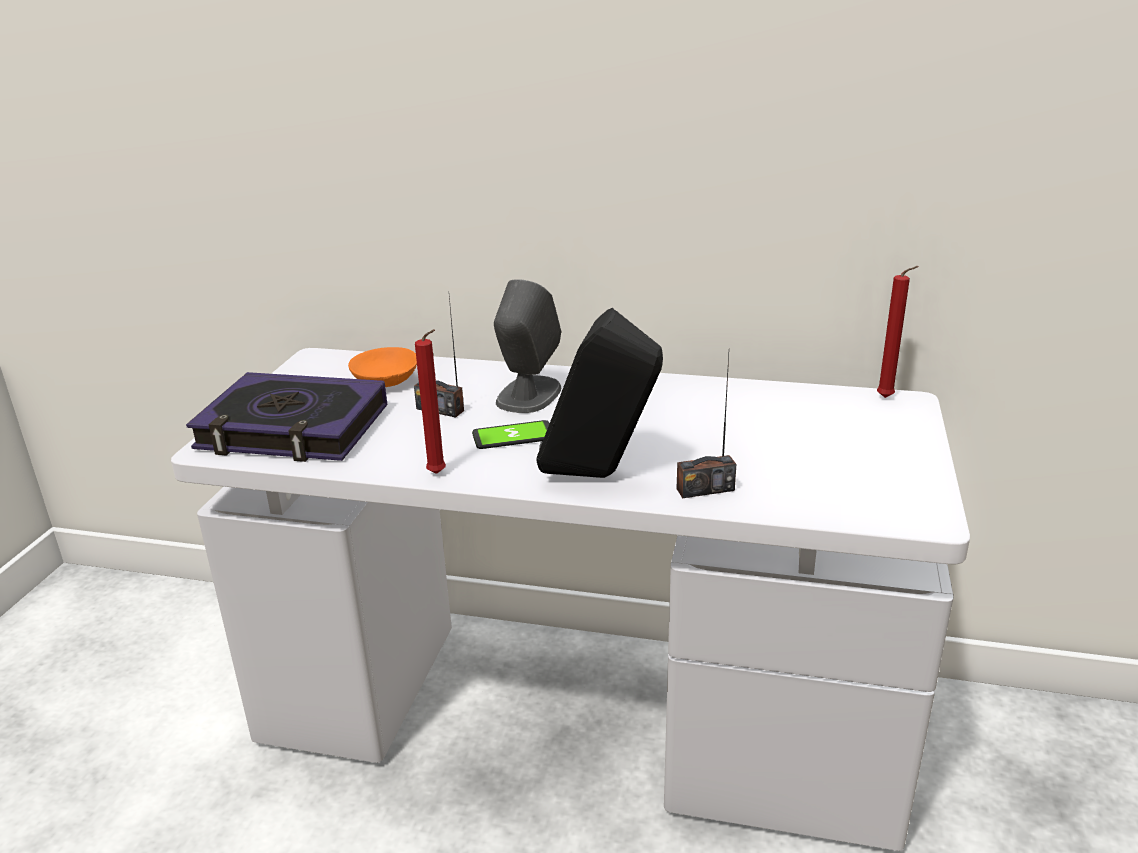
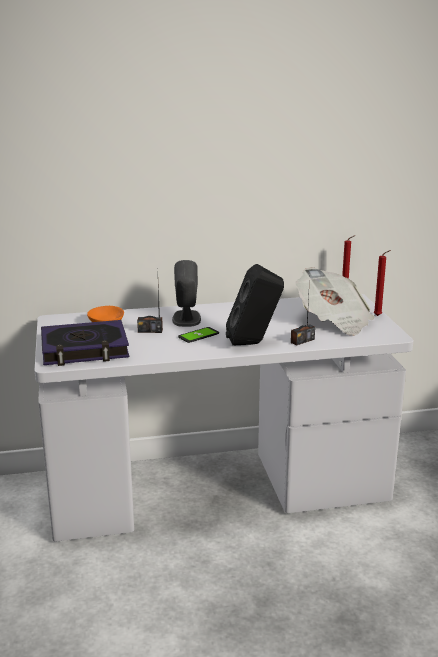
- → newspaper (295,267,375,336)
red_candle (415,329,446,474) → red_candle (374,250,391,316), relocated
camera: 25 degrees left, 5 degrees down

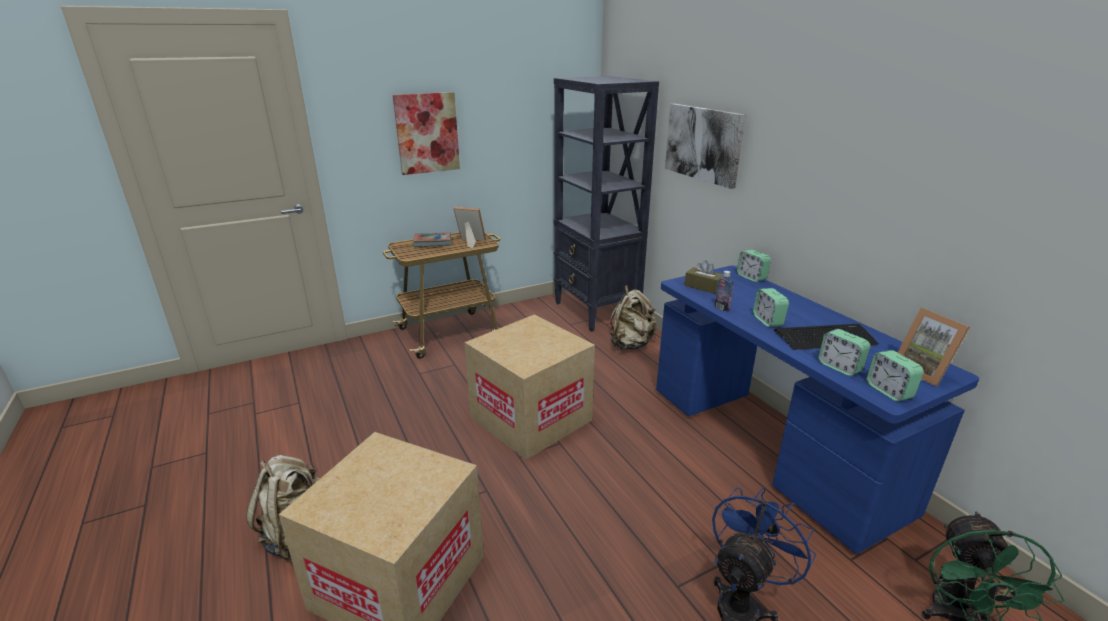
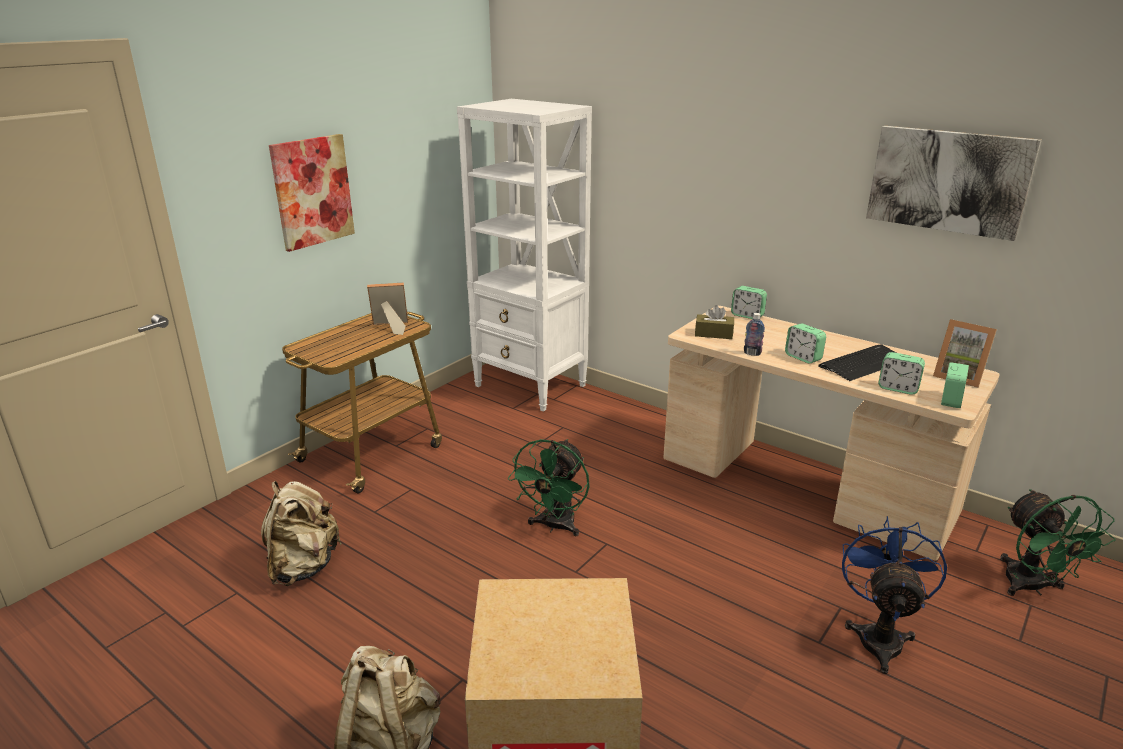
beige_backpack (610,285,657,350) → beige_backpack (261,481,342,586), relocated
black_bookcase (554,76,659,332) → white_bookcase (457,99,592,412)
cardboard_box (465,315,595,460) → green_fan (508,439,590,536)
blue_desk (656,266,979,554) → beige_desk (663,306,1000,560)
picture (665,104,746,189) → picture (866,126,1042,241), relocated
alarm_clock (866,350,924,402) → alarm_clock (941,362,969,408), 105 degrees counterclockwise
book (413,232,451,247) → -
camera: 25 degrees left, 0 degrees up

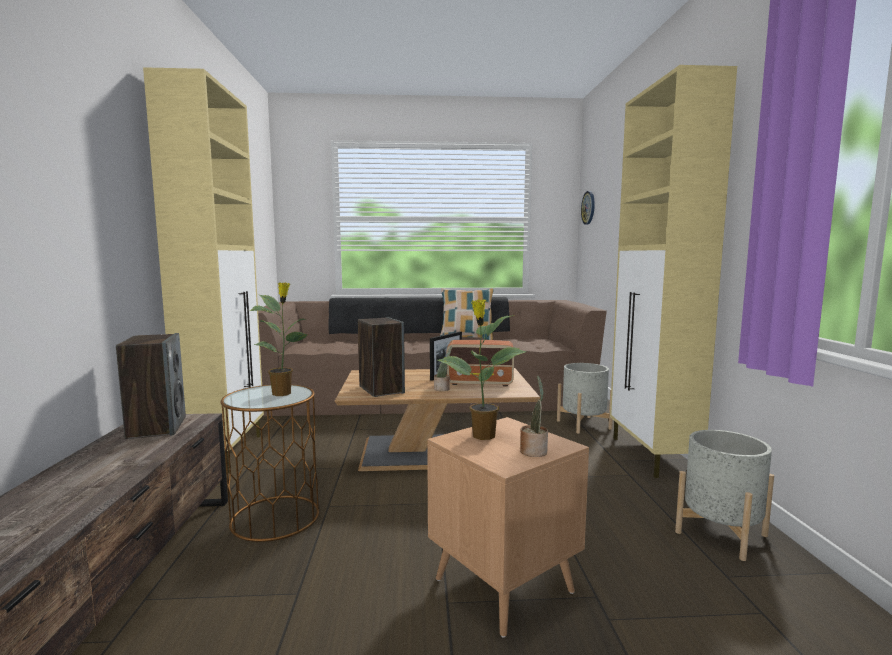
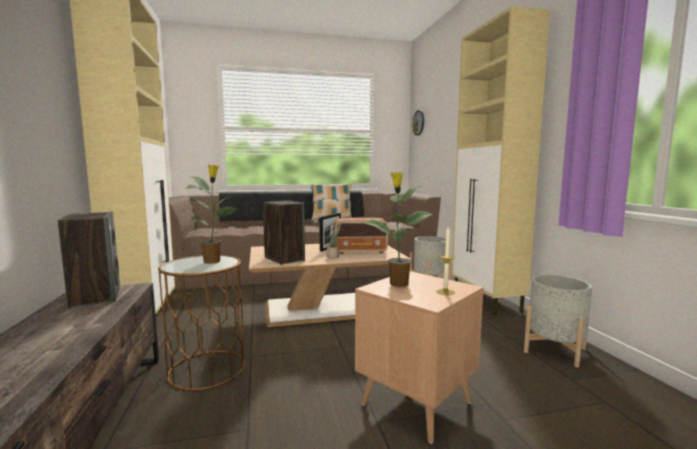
potted_plant (520,375,548,457) → candle (436,227,455,295)
camera: 10 degrees left, 0 degrees up

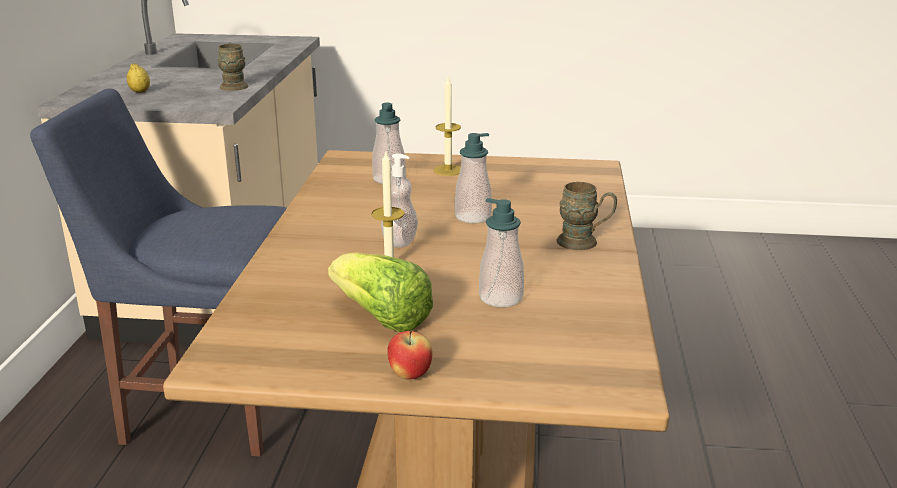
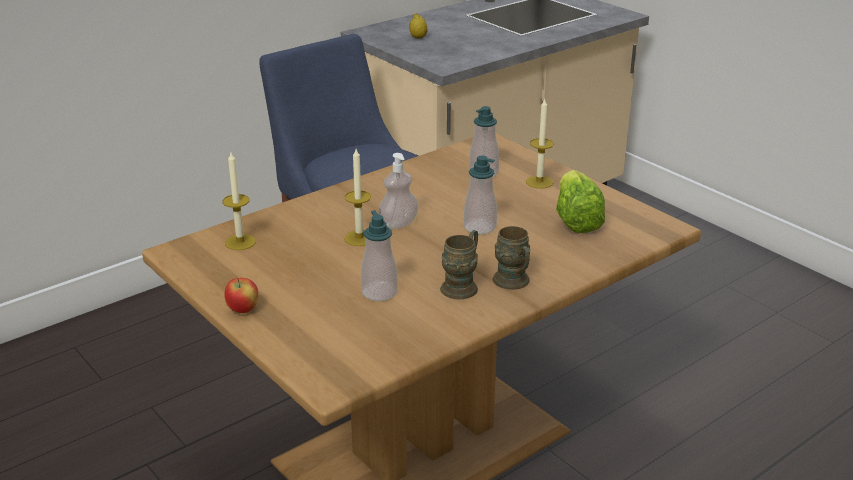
- → candle (223,152,256,250)
brown_mug (217,42,249,91) → brown_mug (440,230,478,299), relocated
lettuce (328,252,433,332) → lettuce (556,170,605,233), relocated
camera: 45 degrees right, 5 degrees up

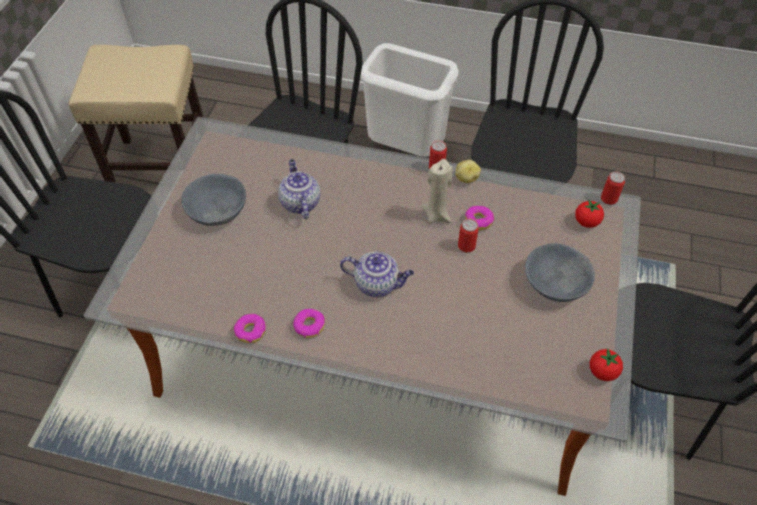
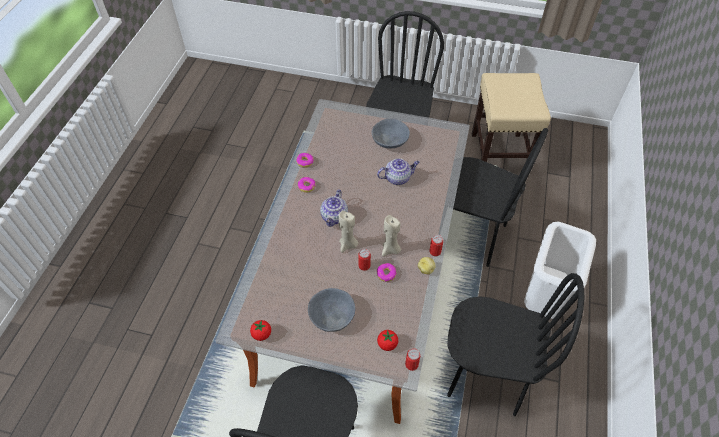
- → beige_candle (339,211,358,253)
camera: 90 degrees right, 0 degrees up

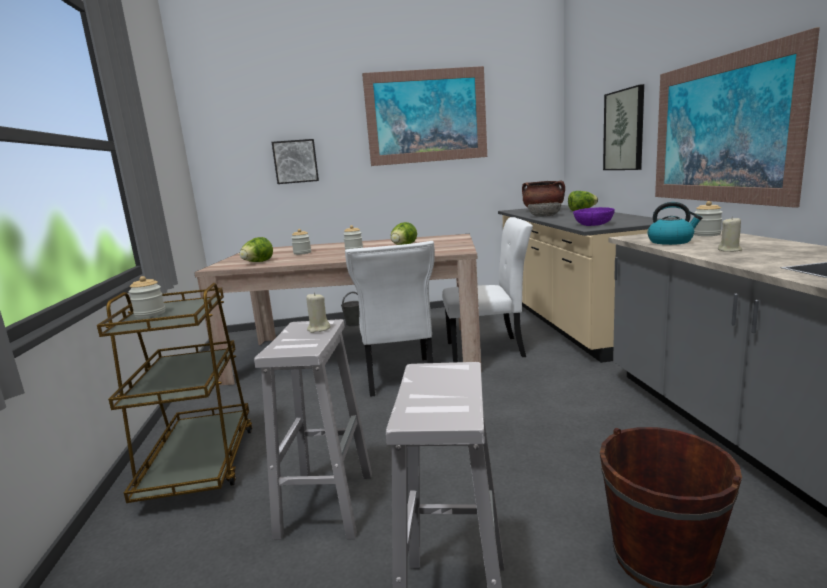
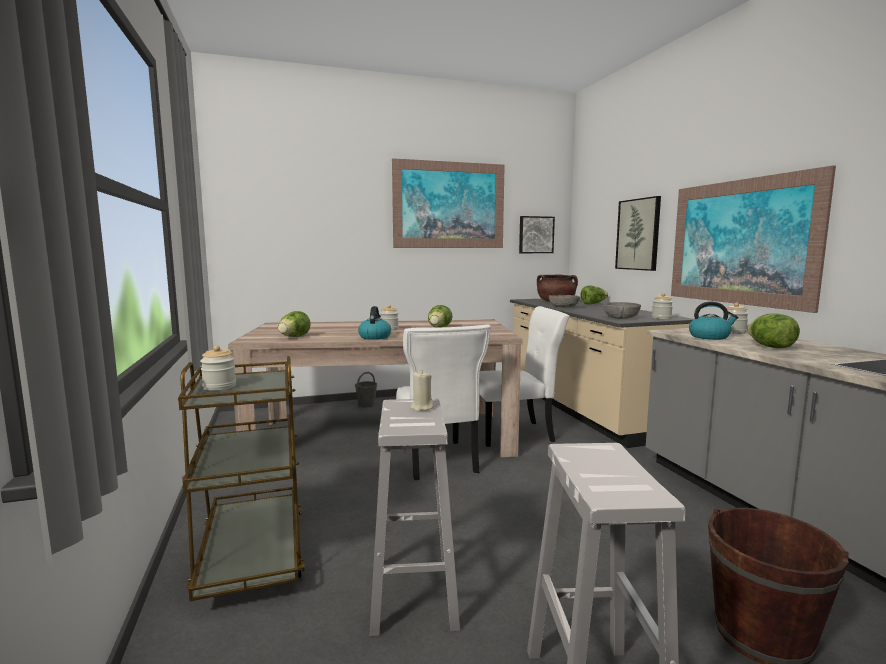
- → kettle (358,306,391,340)
picture (272,139,319,184) → picture (519,216,555,253), relocated
purple_bowl (573,207,615,226) → grey_bowl (603,302,641,319)
jar (291,229,311,255) → jar (652,293,673,319), relocated
beige_candle (718,217,742,252) → lettuce (747,313,800,348)
camera: 10 degrees left, 5 degrees down

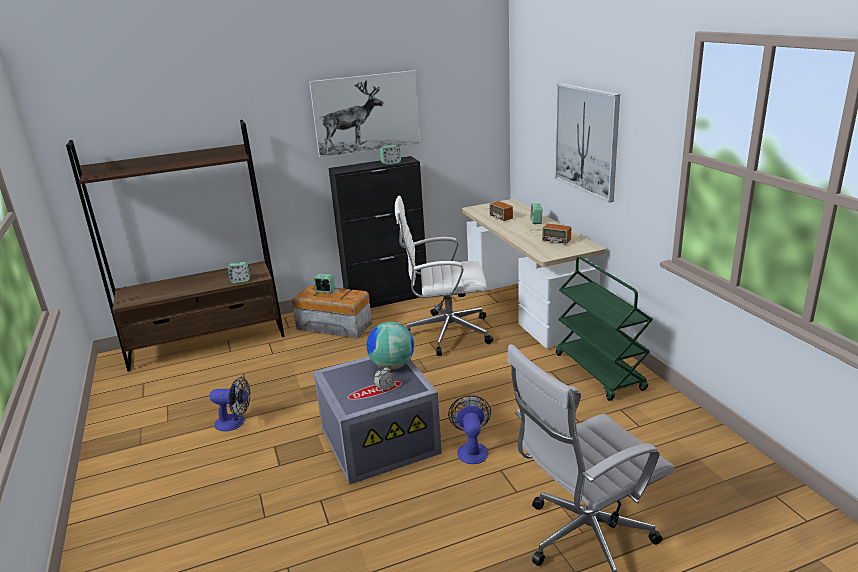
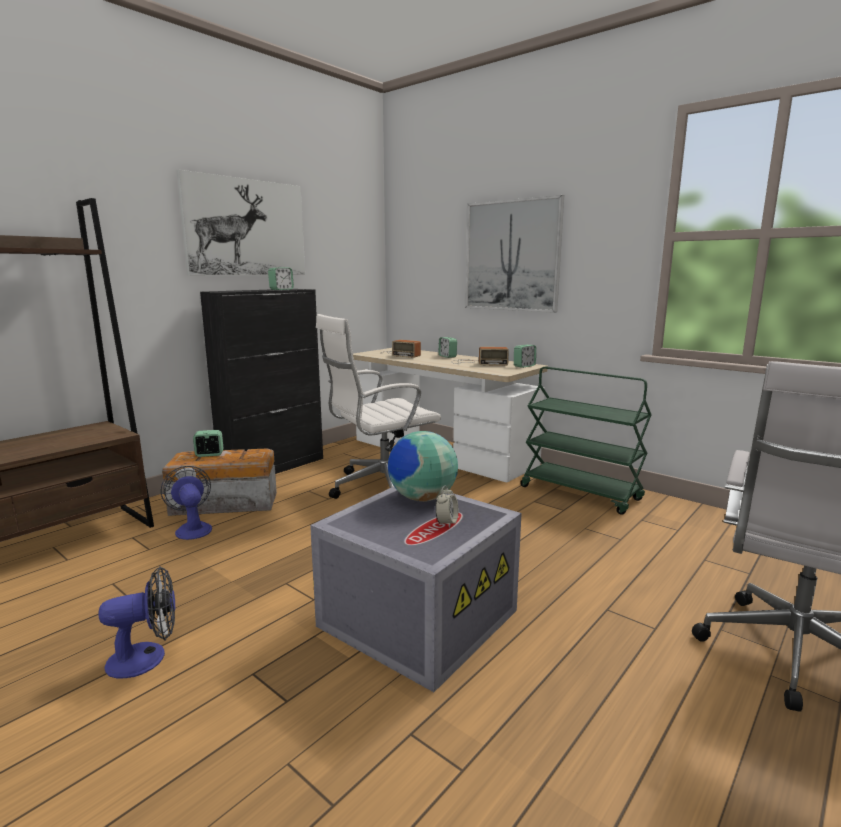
fan (448,395,491,464) → fan (160,466,212,540), relocated
alarm_clock (227,262,250,283) → alarm_clock (514,345,536,368), relocated
camera: 30 degrees left, 10 degrees down

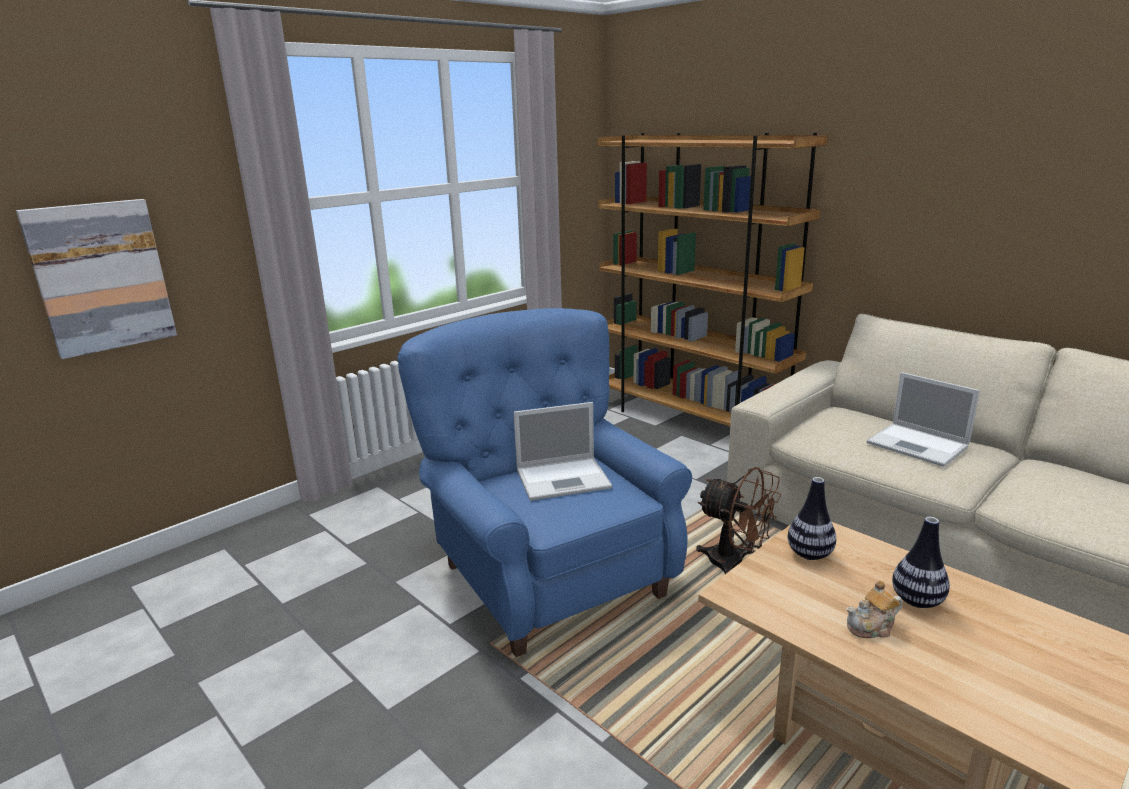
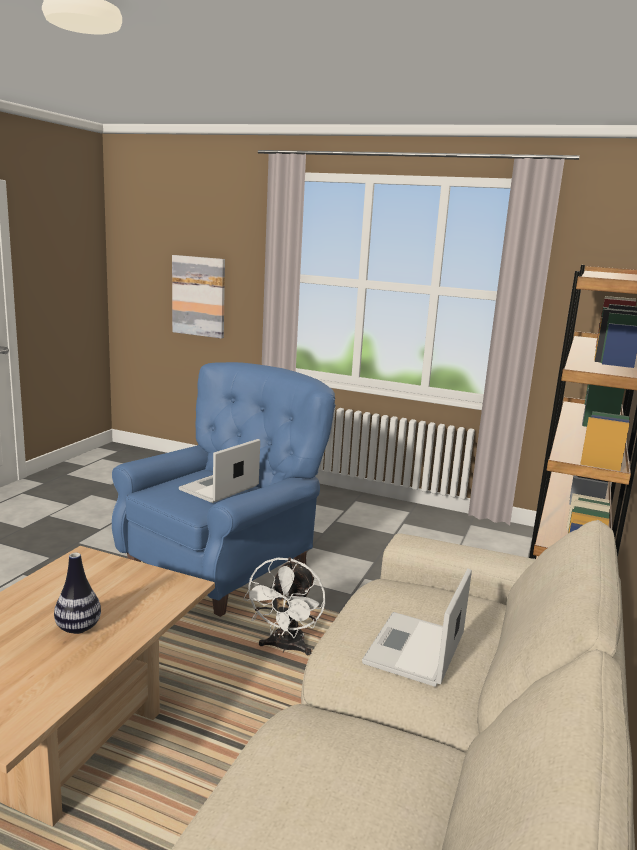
laptop (513,402,612,501) → laptop (179,439,260,503), 75 degrees clockwise
brown_fan (696,467,781,574) → white_fan (243,558,325,655)
vase (788,477,836,560) → -
teapot (847,580,902,638) → -
camera: 65 degrees right, 5 degrees down

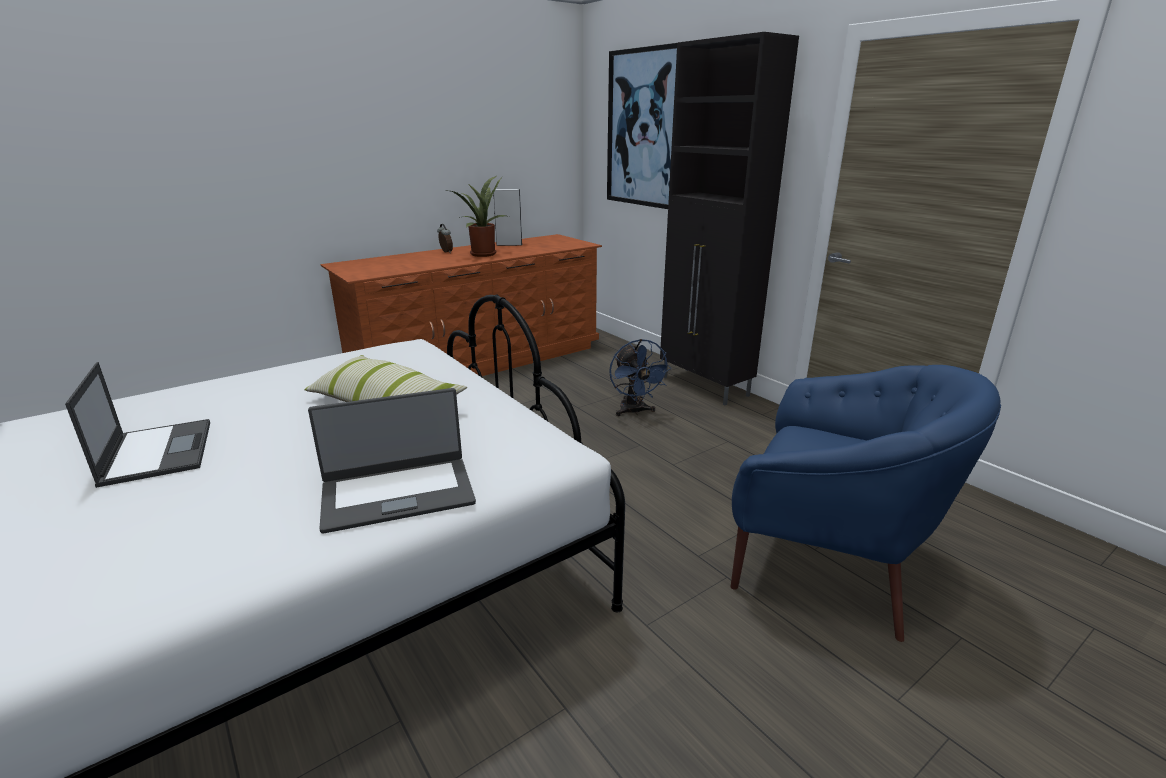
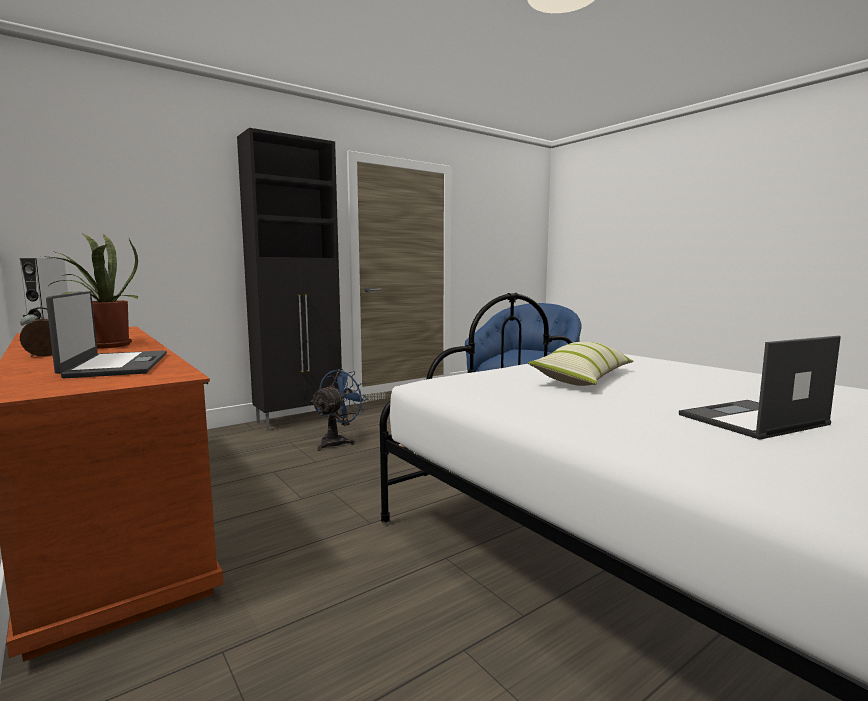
laptop (308,388,476,534) → laptop (46,291,167,378), relocated
blue_fan (609,339,672,416) → blue_fan (310,369,368,451), 45 degrees counterclockwise
picture (607,43,677,209) → -
camera: 90 degrees left, 15 degrees down

